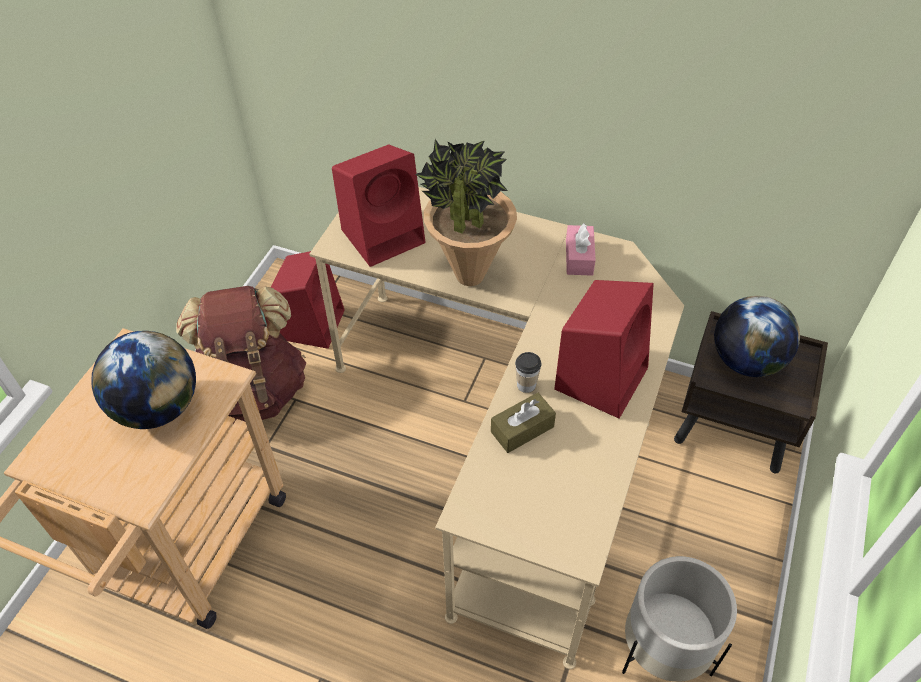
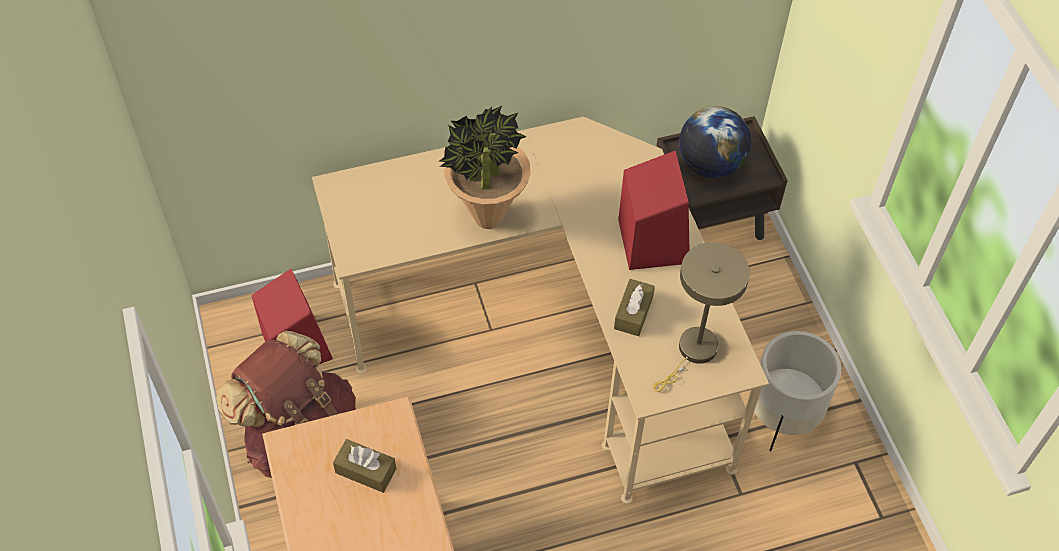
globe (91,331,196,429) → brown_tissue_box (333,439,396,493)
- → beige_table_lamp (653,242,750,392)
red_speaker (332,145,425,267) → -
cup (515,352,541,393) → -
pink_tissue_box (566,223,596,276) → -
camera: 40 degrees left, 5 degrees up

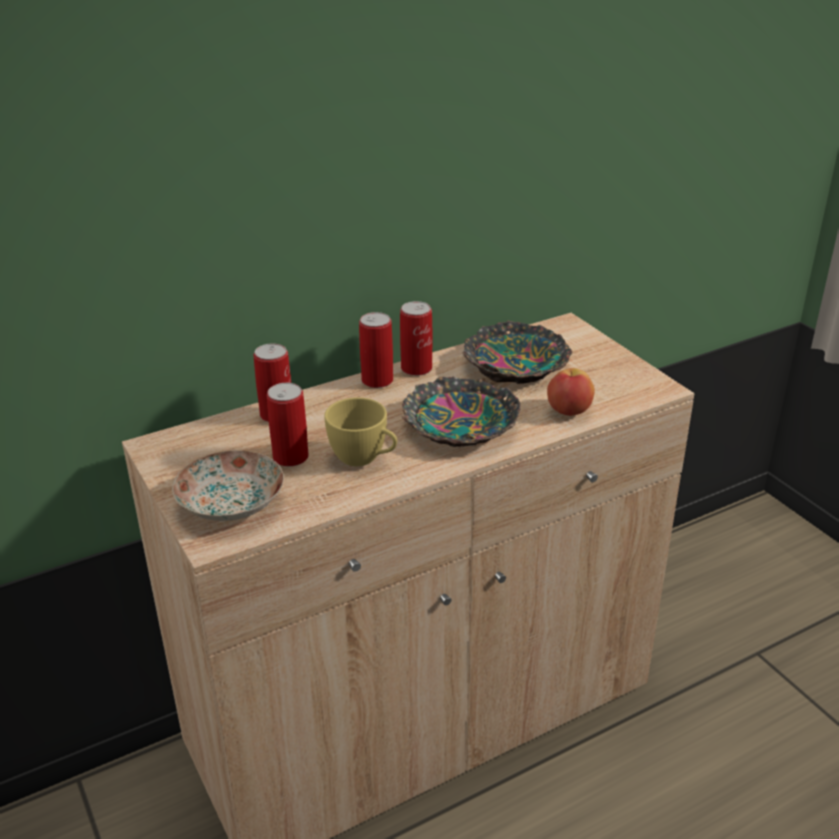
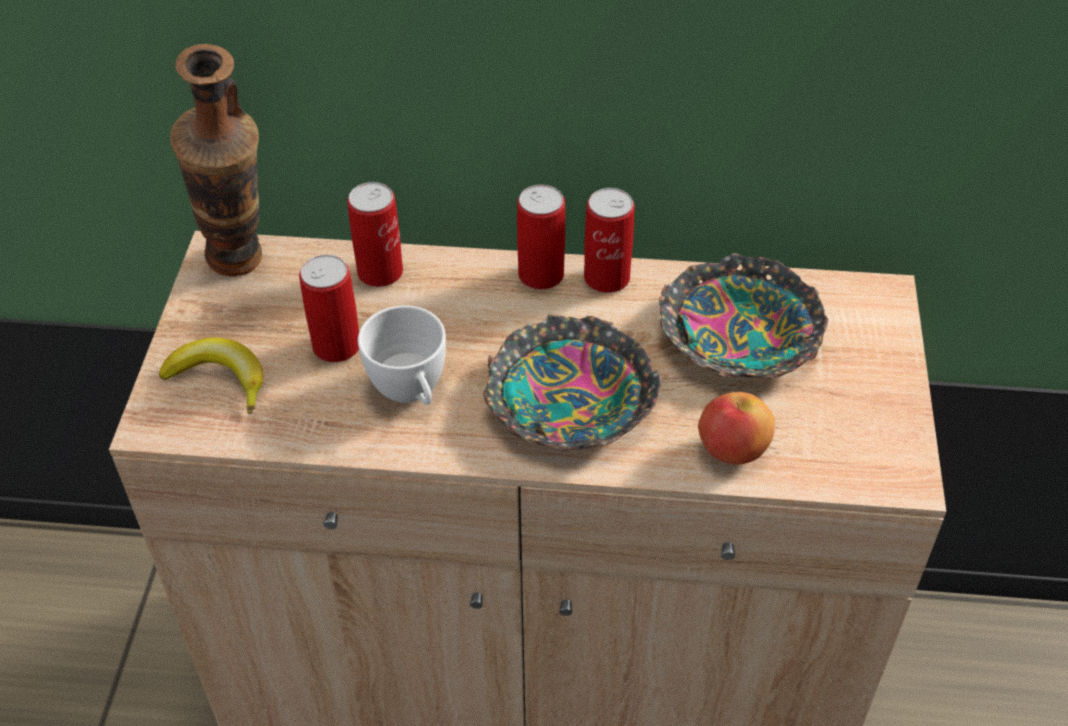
plate (172,451,284,521) → banana (159,338,264,414)
- → vase (170,44,262,277)
yellow_cup (324,397,397,466) → white_cup (358,305,446,405)
camera: 35 degrees right, 15 degrees up

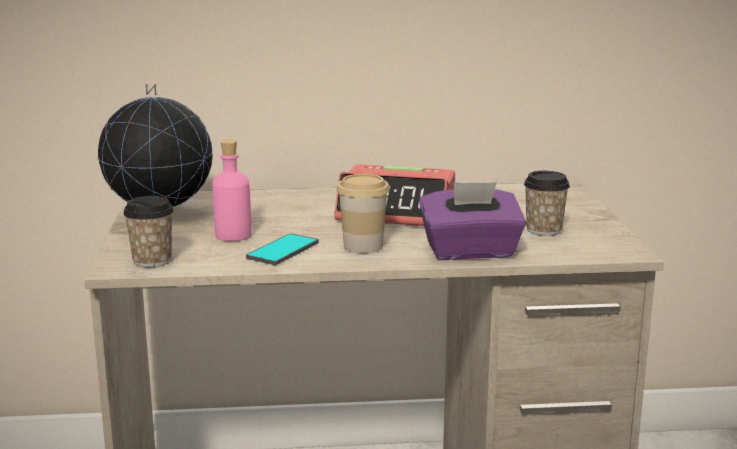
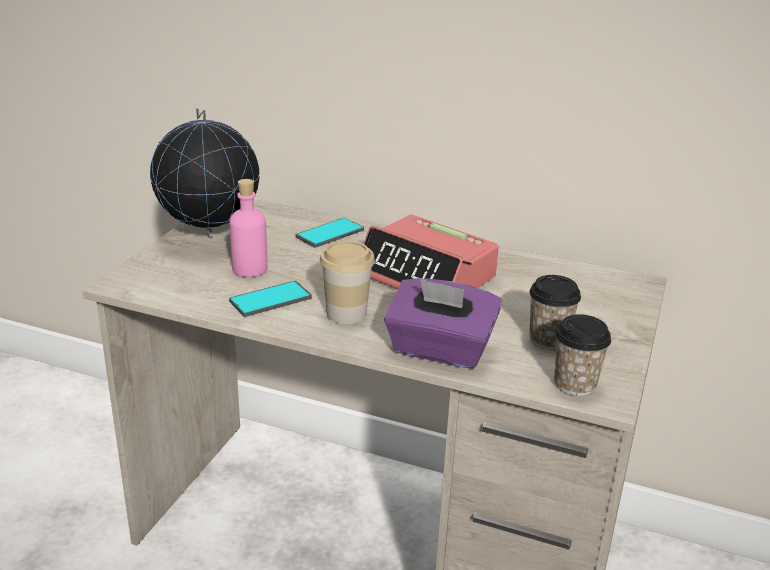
- → phone (296,218,364,248)
cup (123,196,174,267) → cup (554,314,611,396), relocated
camera: 25 degrees right, 10 degrees up

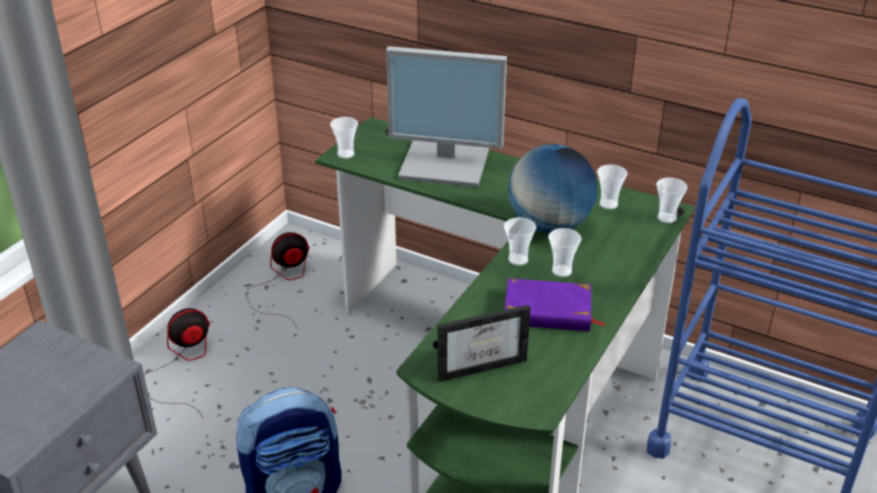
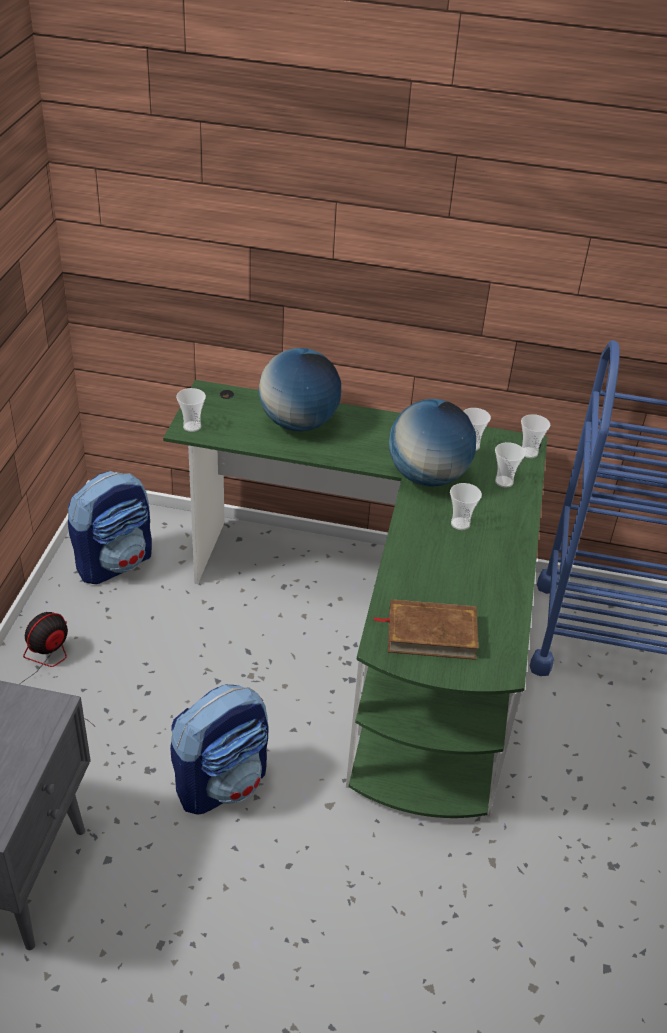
fan (246,232,309,328) → backpack (68,471,152,584)
monitor (386,46,507,187) → globe (259,348,341,431)
picture_frame (433,305,530,382) → brown_book (374,599,479,660)
cup (504,217,536,266) → cup (495,442,525,488), relocated
purple_book (505,278,606,331) → -
camera: 20 degrees left, 5 degrees up

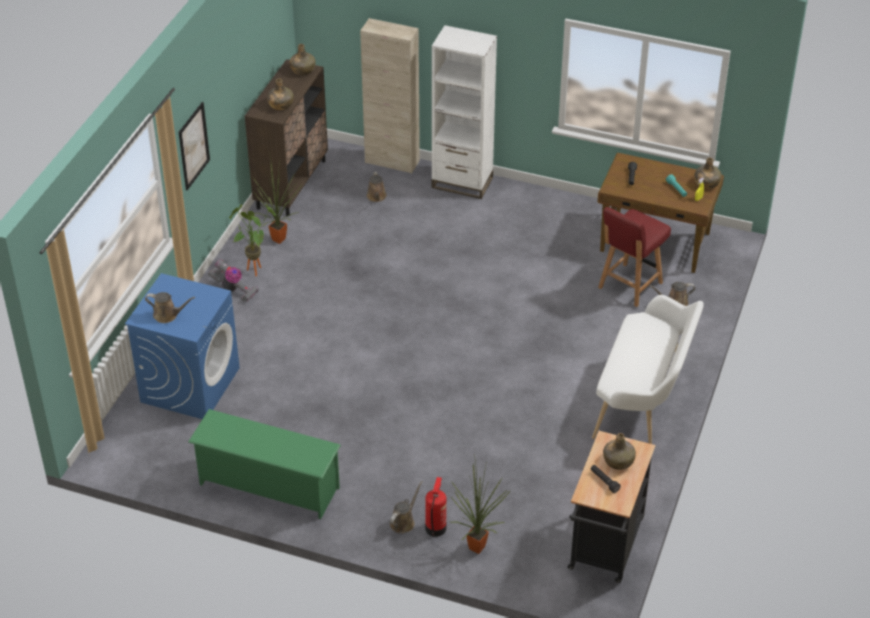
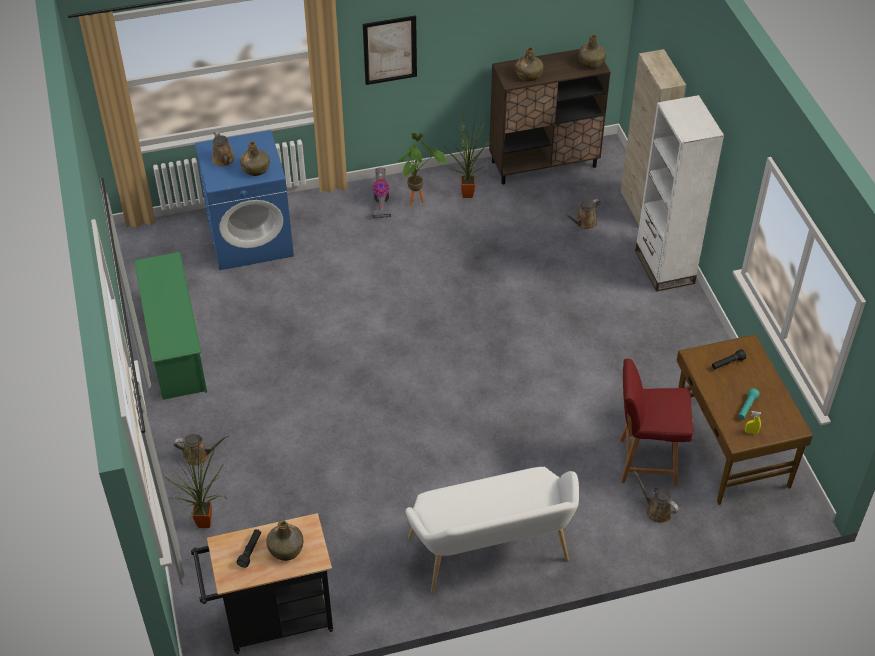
green_bottle (694,158,722,189) → green_bottle (240,141,270,176), relocated
fire_extinguisher (425,477,446,537) → -
camera: 55 degrees right, 5 degrees up

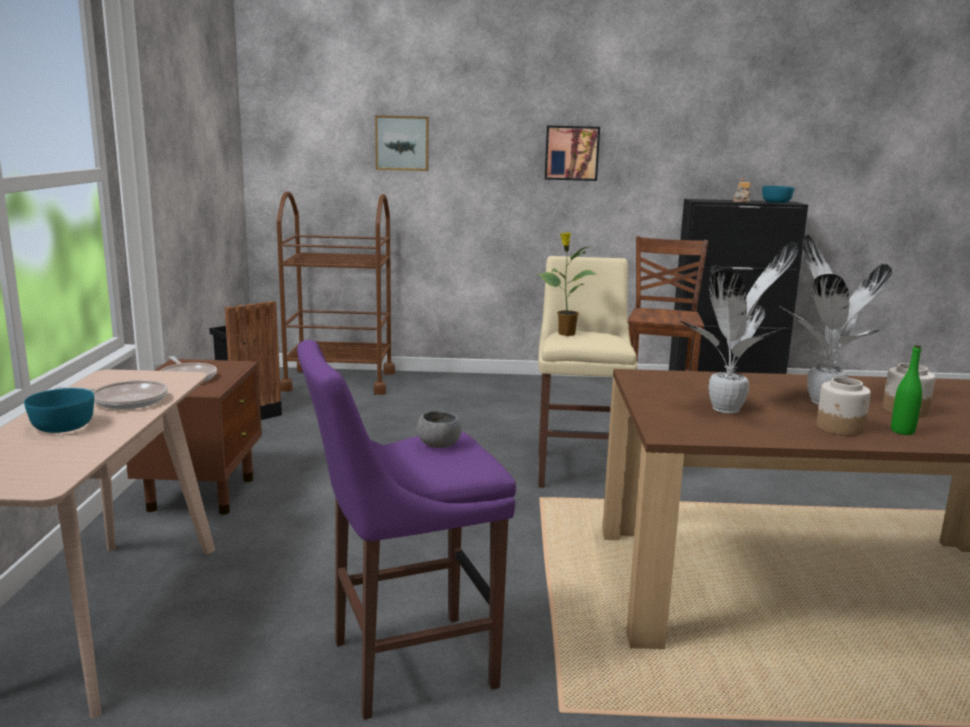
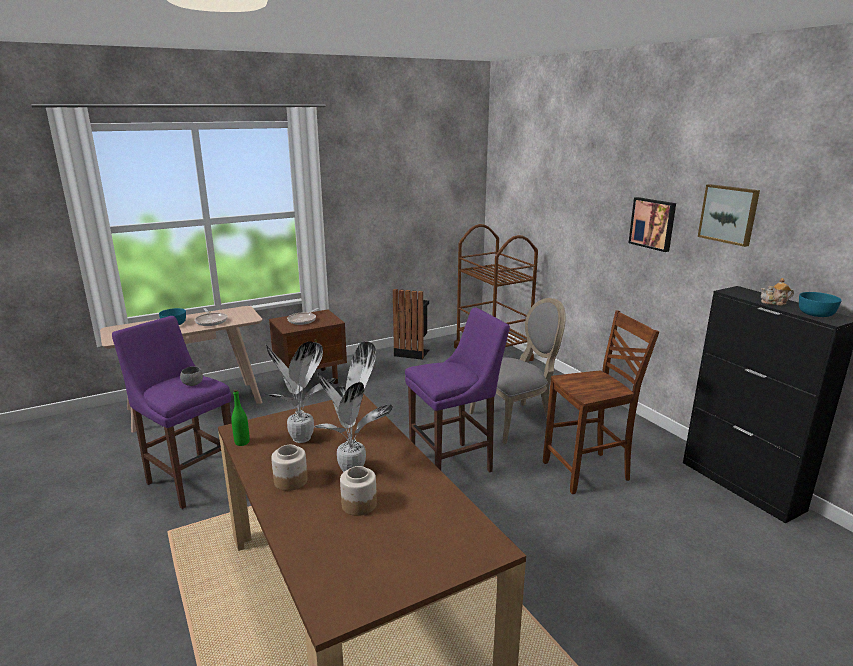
green_bottle (891,345,922,435) → green_bottle (231,390,250,446), relocated
beige_stool (538,256,638,488) → purple_stool (405,308,510,472)
- → grey_chair (469,298,566,444)
picture (375,115,429,171) → picture (698,184,760,247), relocated
potted_plant (538,232,596,336) → -
camera: 60 degrees right, 5 degrees up

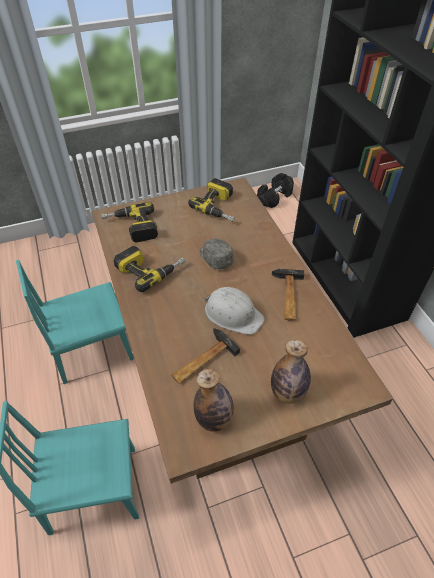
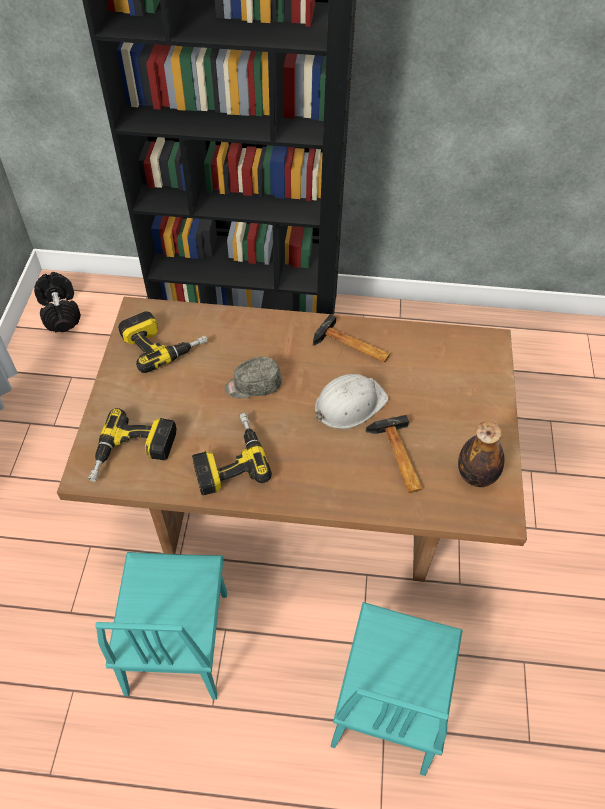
bottle (271,340,311,404) → -
camera: 65 degrees left, 5 degrees up

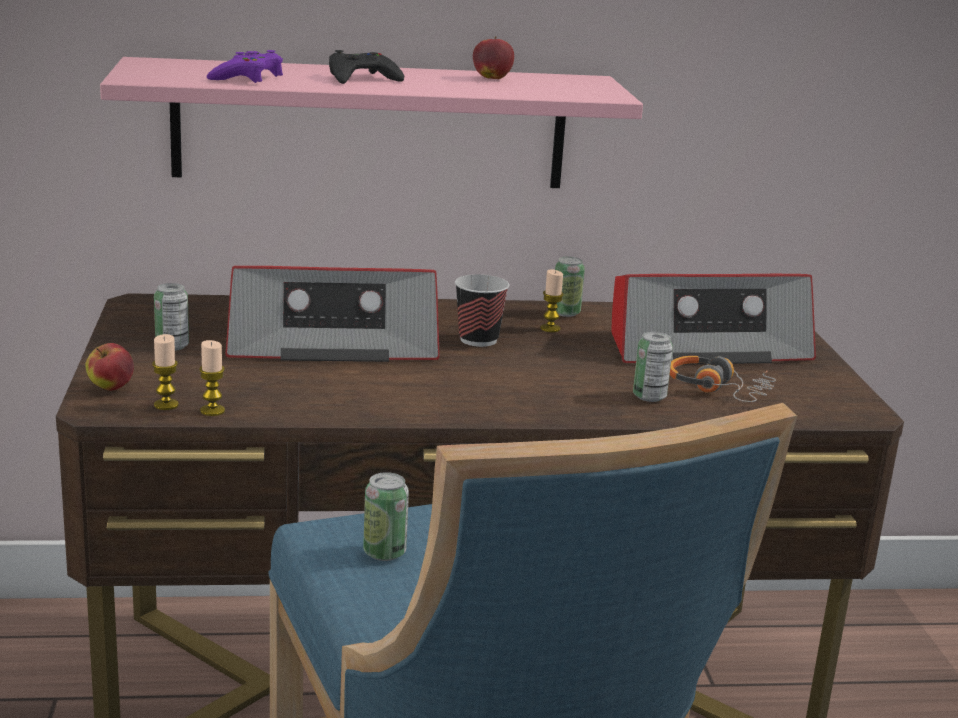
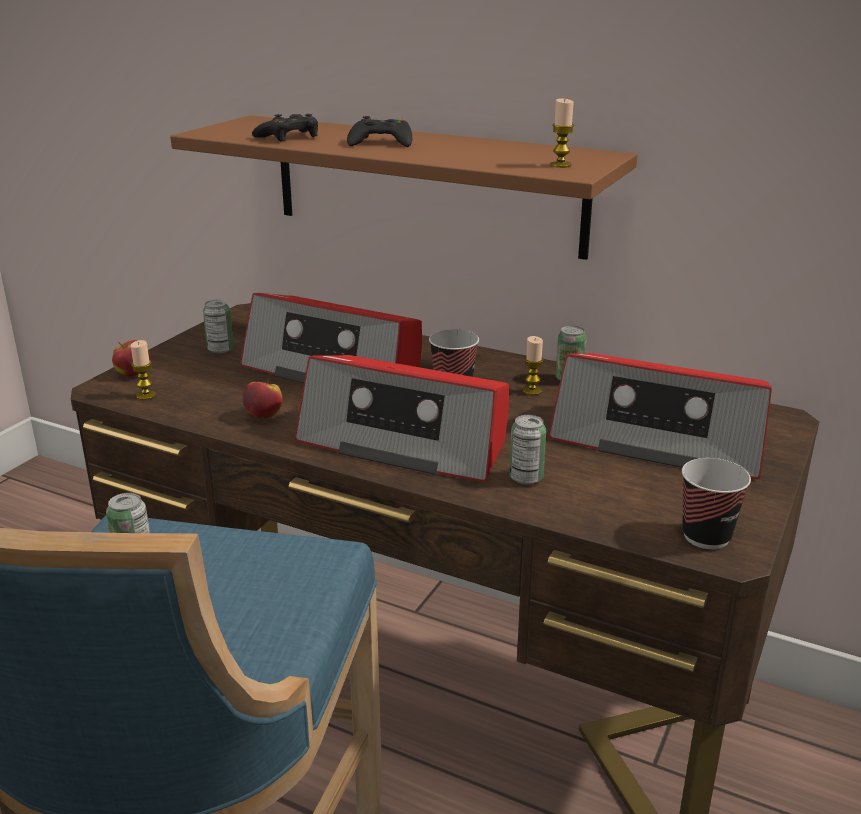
pink_shelf (100,57,643,188) → brown_shelf (170,115,638,260)
apple (473,36,514,79) → apple (243,378,283,419), relocated
purple_game_controller (207,50,283,83) → black_game_controller (252,114,318,142)
- → radio (294,355,510,482)
candle (199,340,225,416) → candle (550,99,574,168), relocated
- → cup (682,458,751,549)
headphones (670,356,776,402) → -
camera: 35 degrees right, 5 degrees up

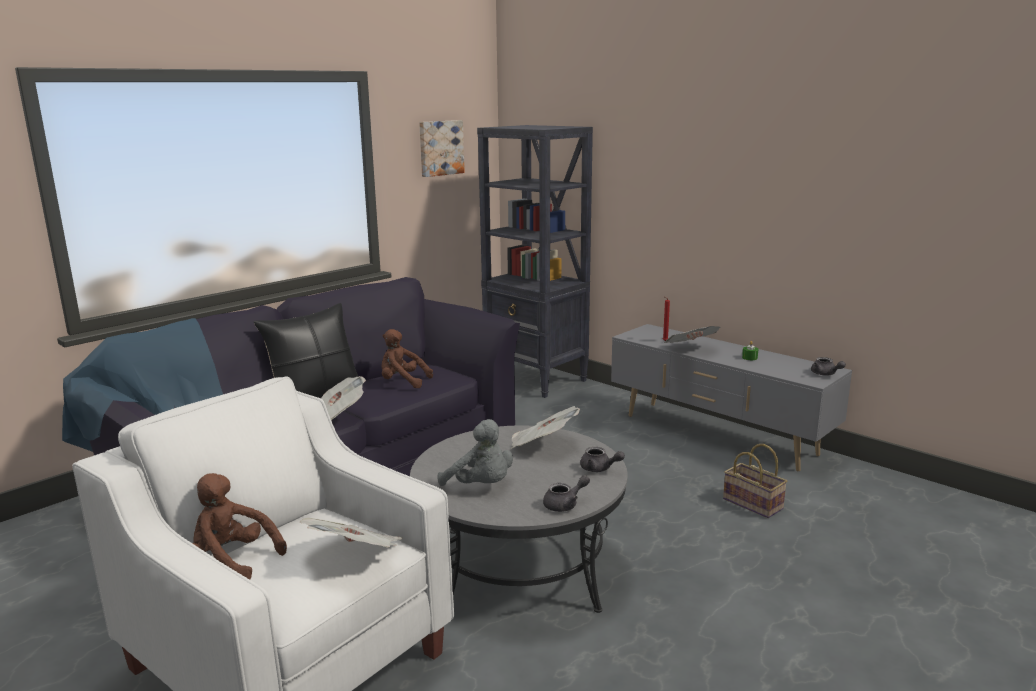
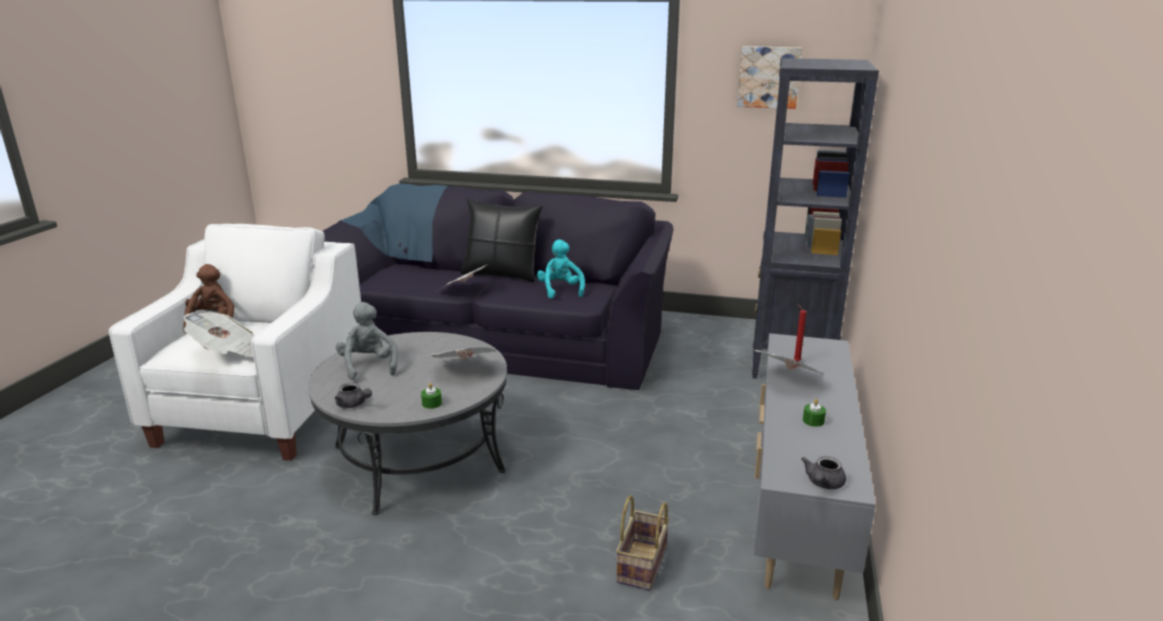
grey_plush_toy (437,419,513,486) → grey_plush_toy (336,302,398,380), 150 degrees clockwise
grey_teapot (580,447,625,472) → green_candle (421,383,442,409)
brown_plush_toy (382,329,433,388) → turquoise_plush_toy (537,240,585,299)
camera: 60 degrees right, 5 degrees up

